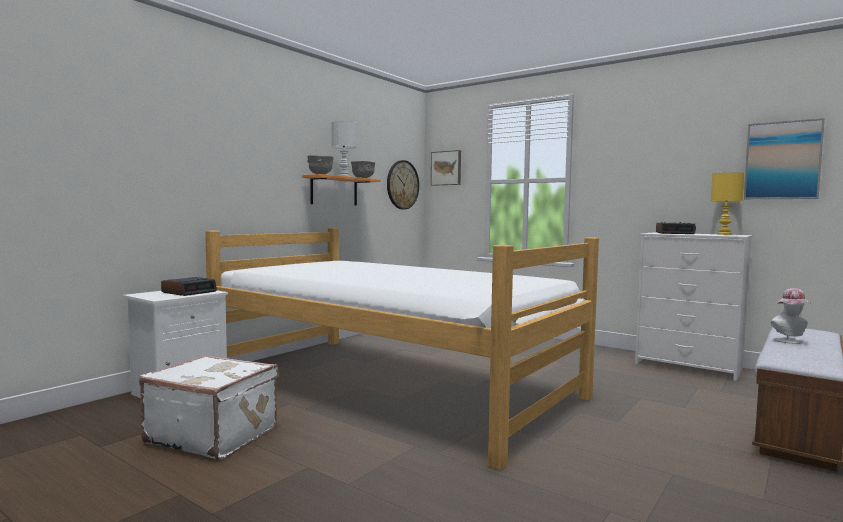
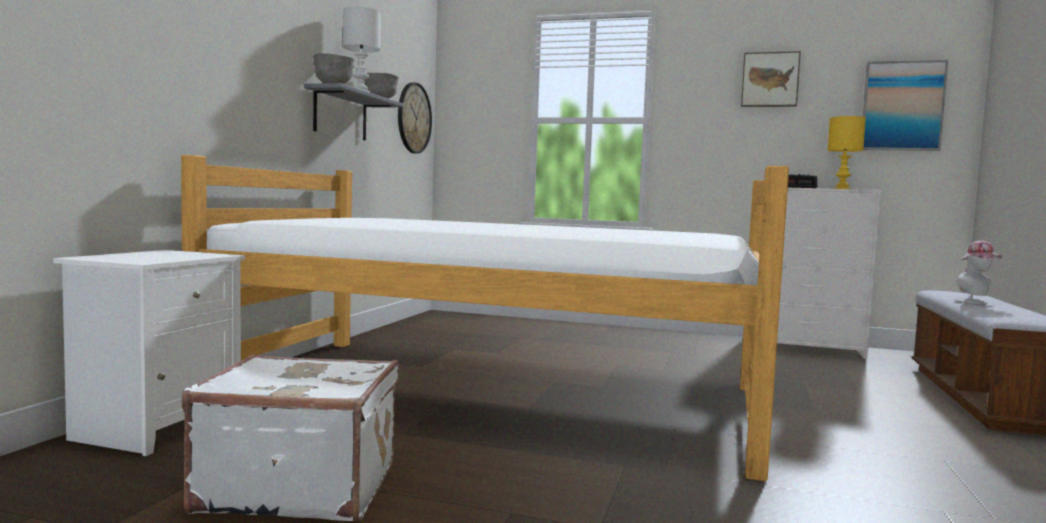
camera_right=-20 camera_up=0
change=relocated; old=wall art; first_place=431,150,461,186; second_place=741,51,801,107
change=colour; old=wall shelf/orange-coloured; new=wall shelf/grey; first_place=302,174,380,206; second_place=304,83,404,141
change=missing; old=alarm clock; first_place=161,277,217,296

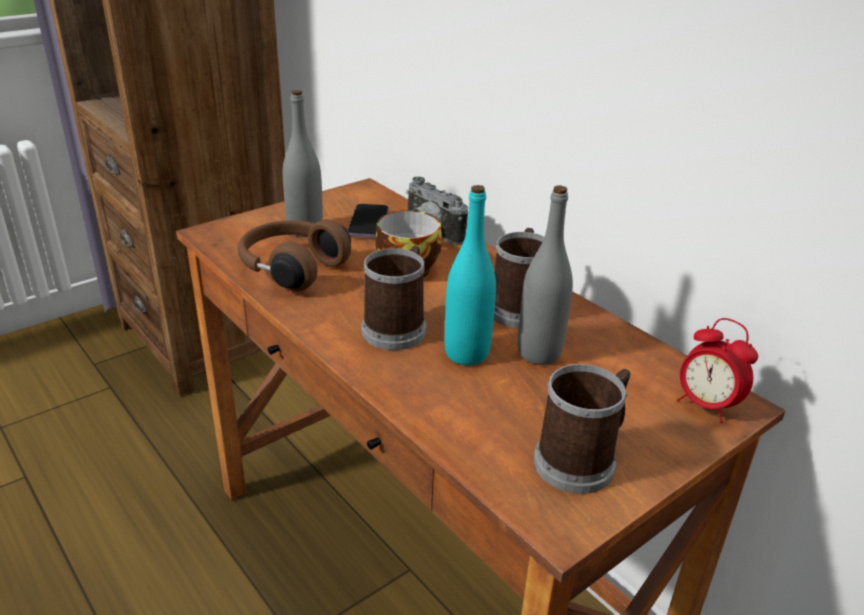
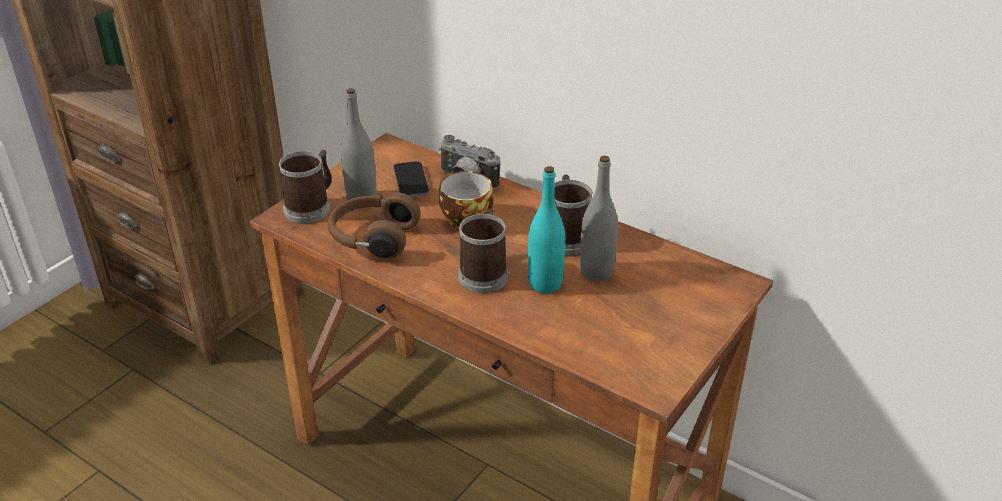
camera_right=-15 camera_up=5
change=missing; old=alarm clock; first_place=677,318,758,423
change=relocated; old=mug; first_place=534,364,630,494; second_place=278,150,332,223

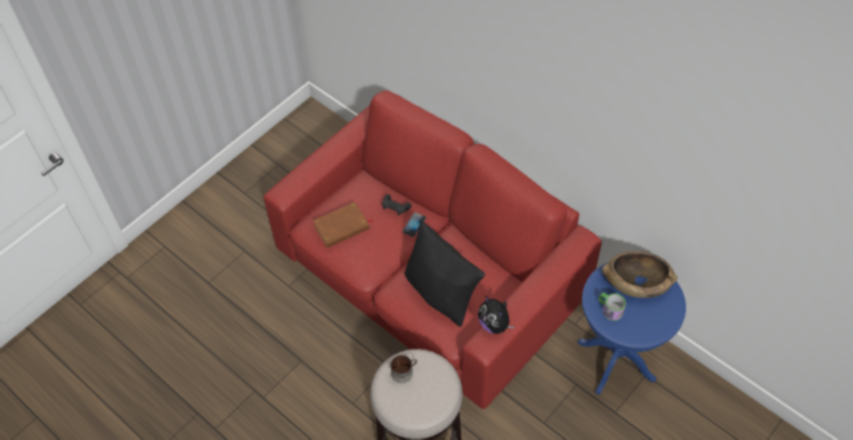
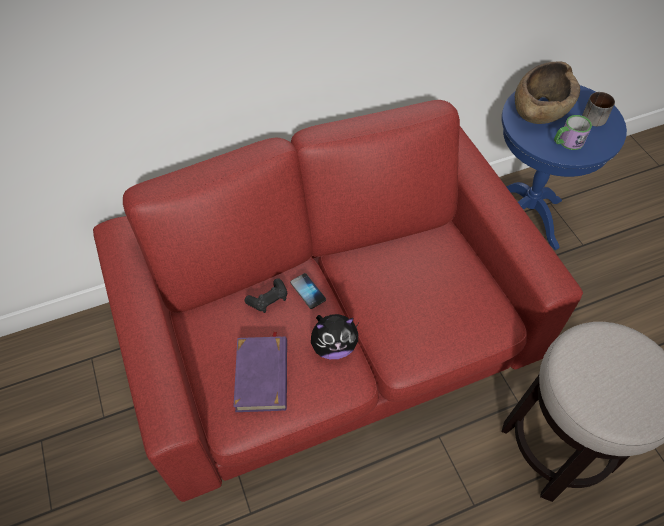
camera_right=-65 camera_up=0
change=colour; old=bound book/brownish; new=bound book/purplish; first_place=313,202,373,248; second_place=233,332,287,412
change=missing; old=throw pillow/black-coloured; first_place=404,221,485,327
change=relocated; old=plush toy; first_place=478,296,515,334; second_place=311,314,358,359
change=relocated; old=mug; first_place=390,355,417,383; second_place=582,92,615,126

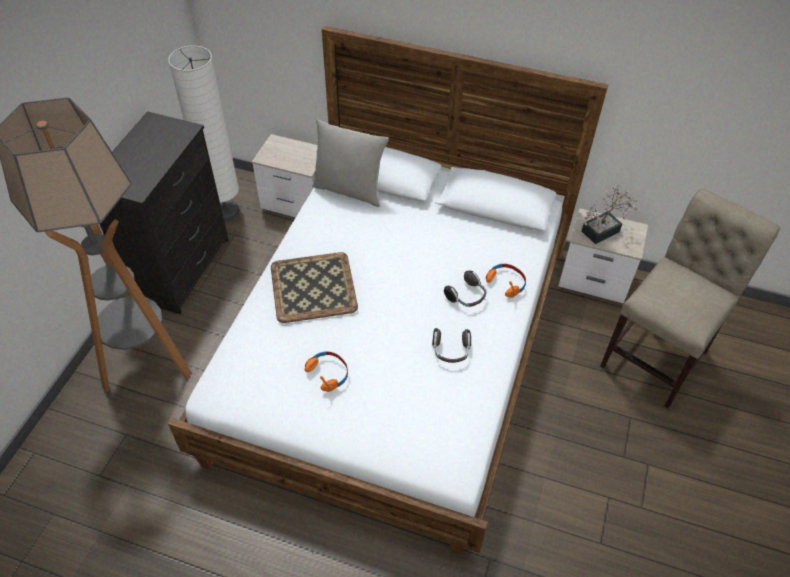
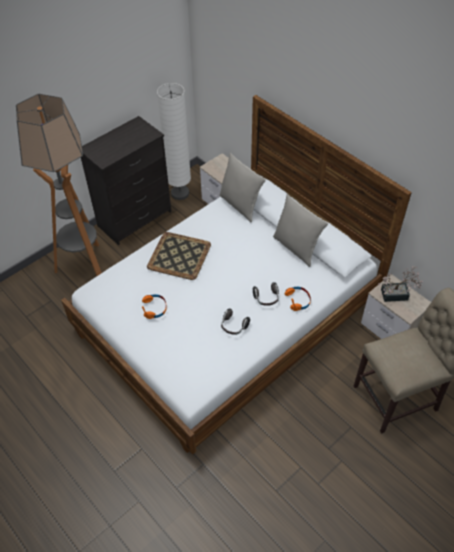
camera_right=30 camera_up=0
change=appeared; new=throw pillow/grey; second_place=273,194,328,267

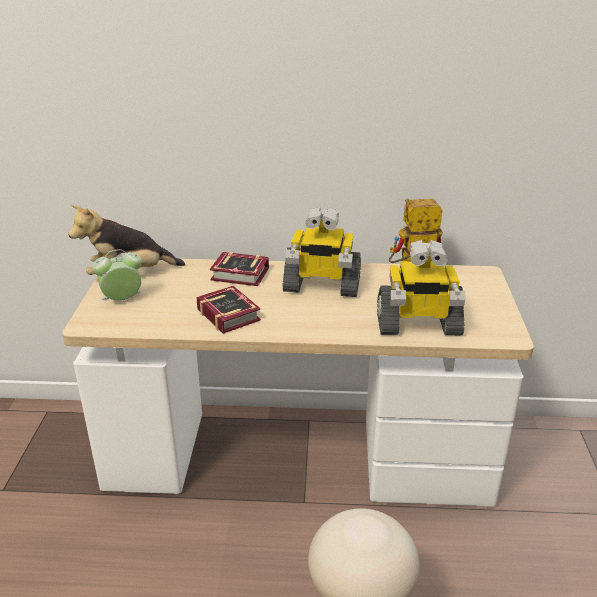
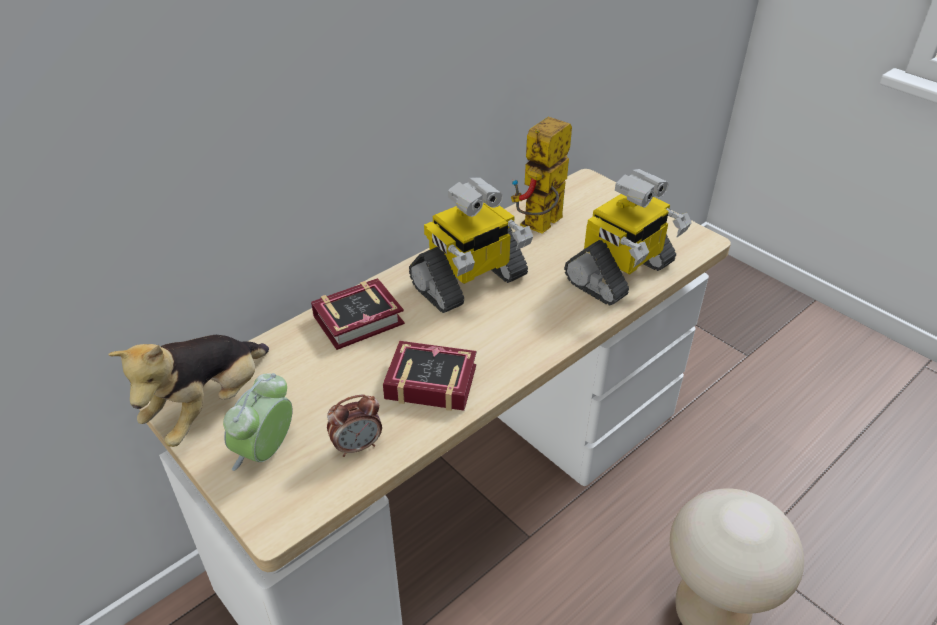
camera_right=-45 camera_up=10
change=appeared; new=alarm clock; second_place=327,394,382,457

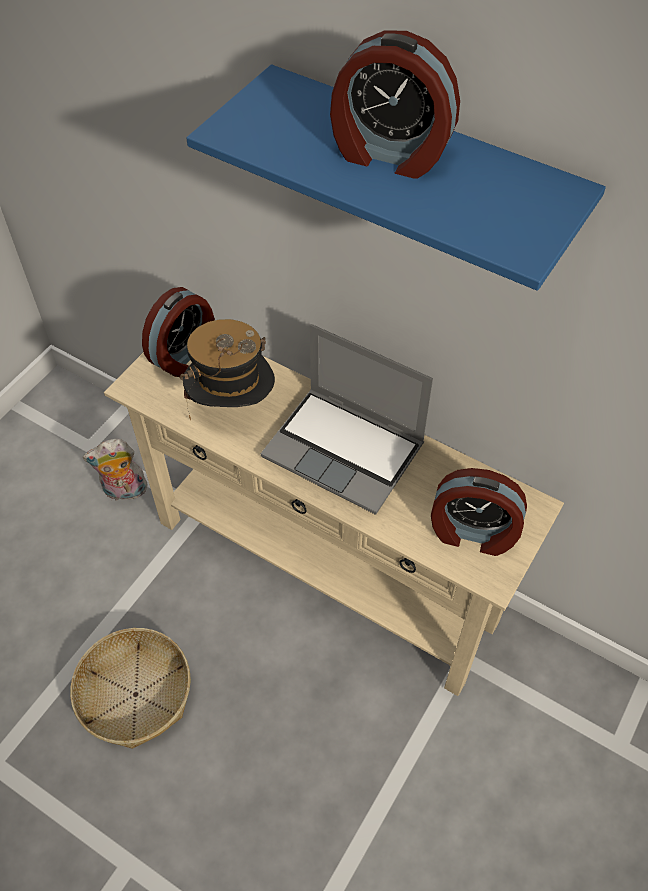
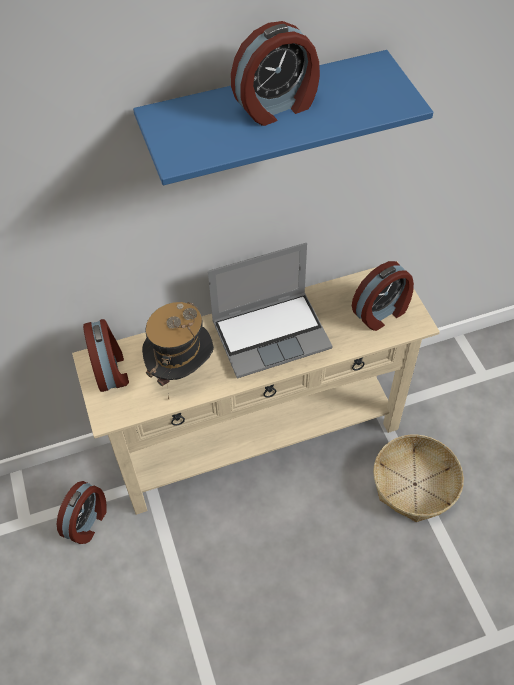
camera_right=-50 camera_up=0
change=exchanged; old=plush toy; new=alarm clock; first_place=82,439,148,503; second_place=57,481,107,544
change=relocated; old=storage basket; first_place=70,628,191,749; second_place=373,435,464,522

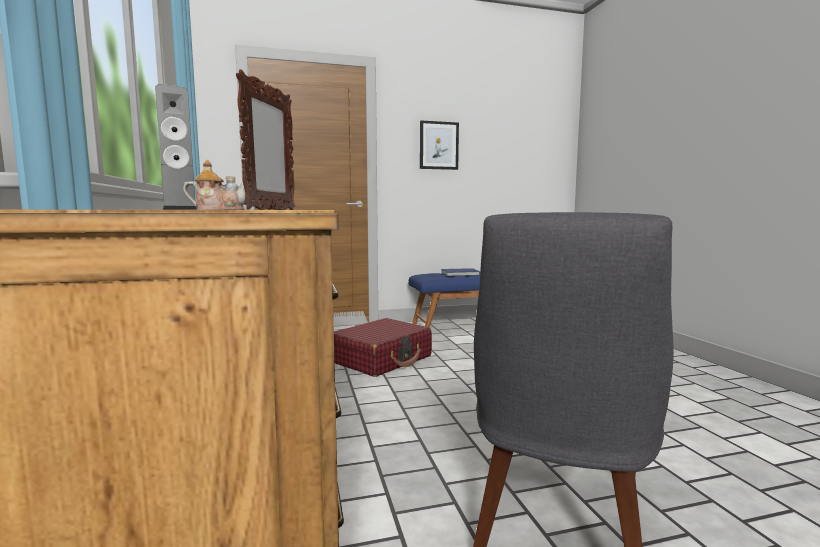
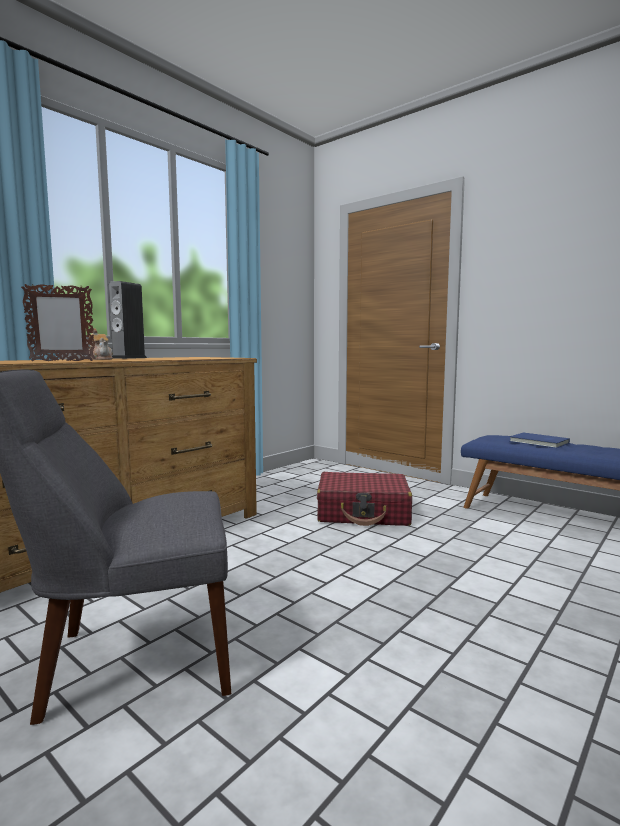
camera_right=55 camera_up=0
change=missing; old=wall art; first_place=420,121,459,170

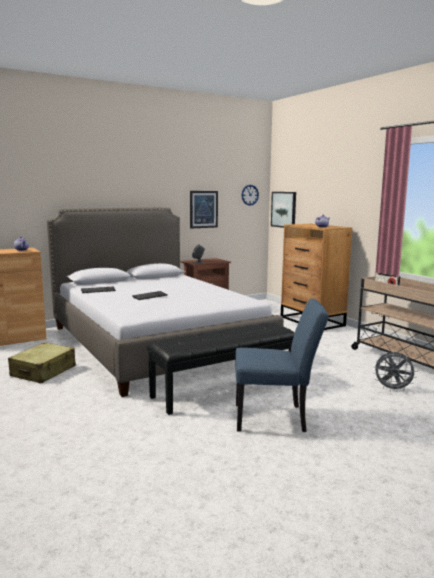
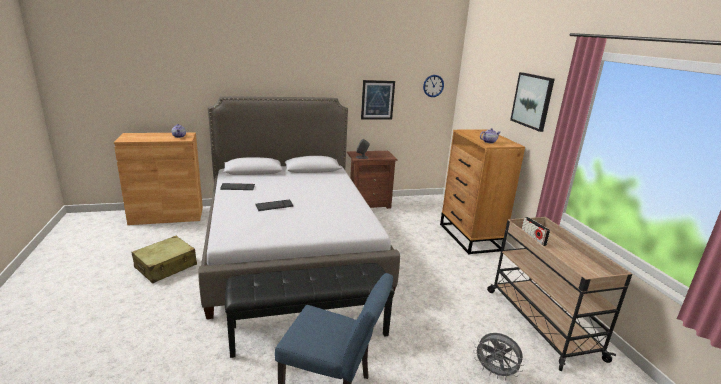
camera_right=15 camera_up=10
change=relocated; old=wall art; first_place=271,192,296,228; second_place=510,72,555,132

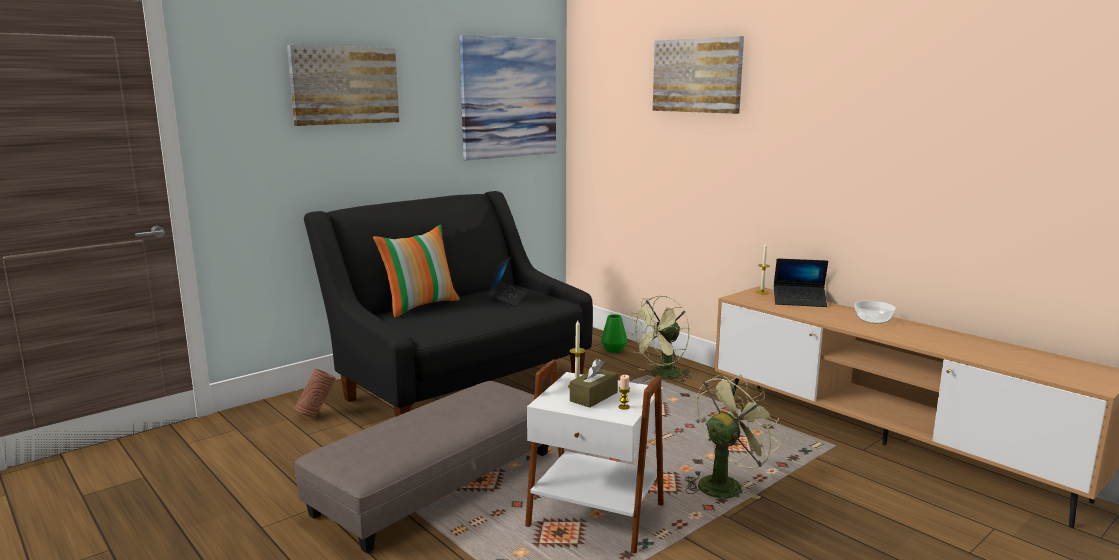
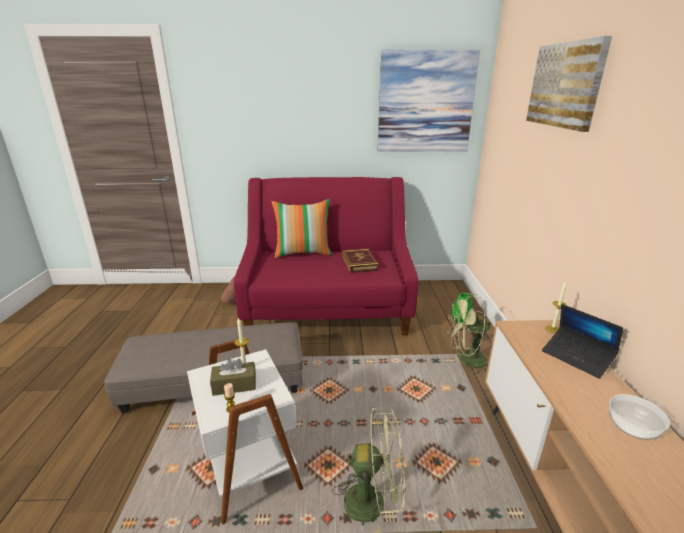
camera_right=40 camera_up=10
change=missing; old=wall art; first_place=287,45,399,126
change=colour; old=sofa/black-coloured; new=sofa/red; first_place=304,191,593,417; second_place=234,177,418,335
change=exchanged; old=laptop; new=bound book; first_place=487,257,527,306; second_place=343,249,379,273

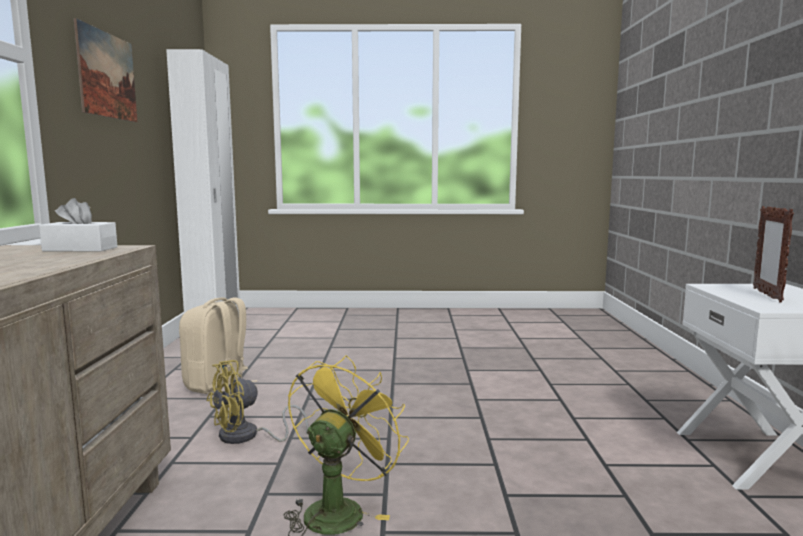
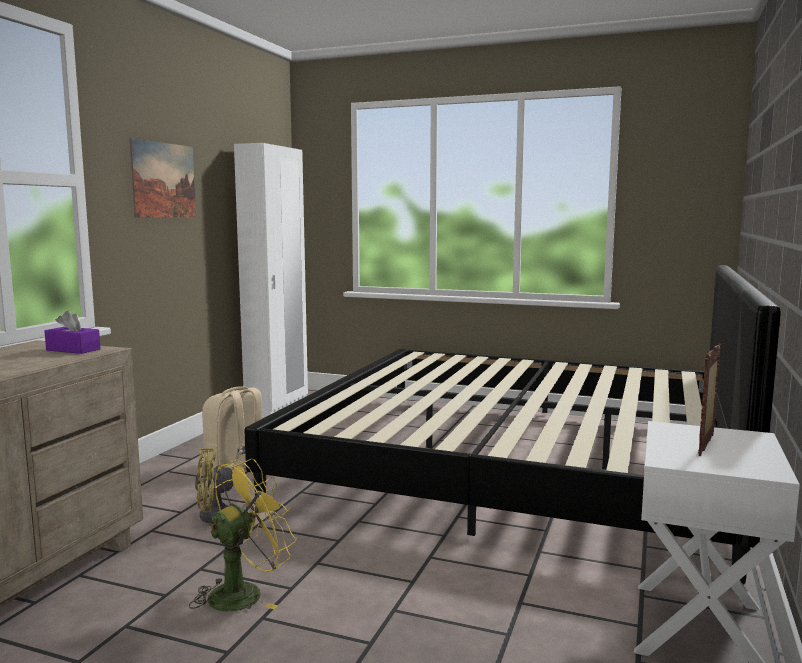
camera_right=20 camera_up=0
change=colour; old=tissue box/white-coloured; new=tissue box/purplish; first_place=39,198,118,252; second_place=44,310,101,354
change=appeared; new=bedroom bed; second_place=244,265,781,584

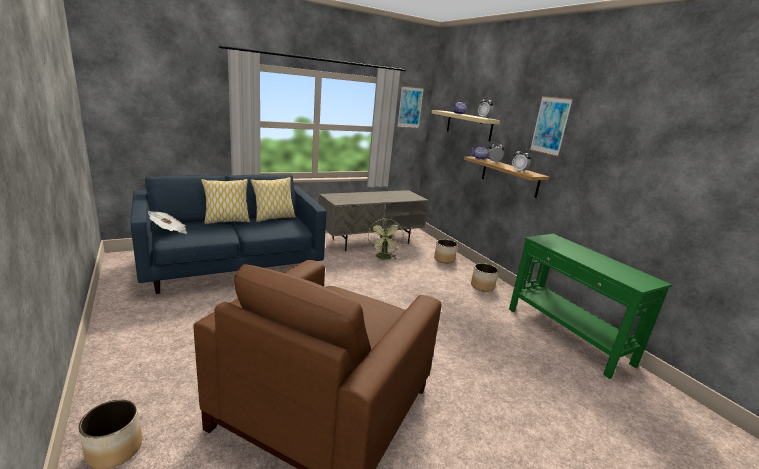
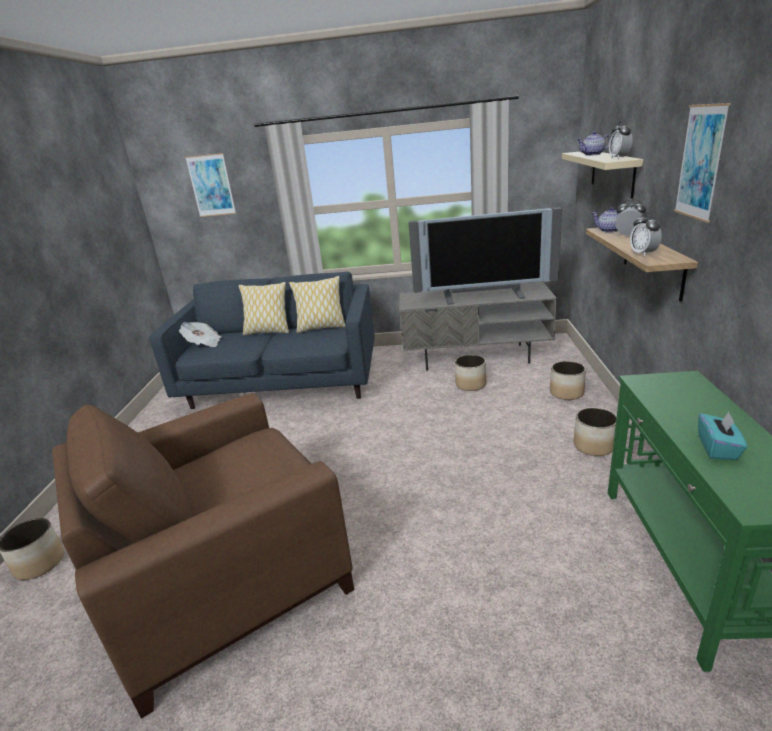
camera_right=35 camera_up=5
change=relocated; old=wall art; first_place=397,86,424,128; second_place=185,153,236,217
change=exchanged; old=electric fan/green-coloured; new=plant pot; first_place=368,218,404,260; second_place=455,355,486,391
change=appeared; new=TV; second_place=409,207,562,305
change=appeared; new=tissue box/blue-green; second_place=698,412,747,460

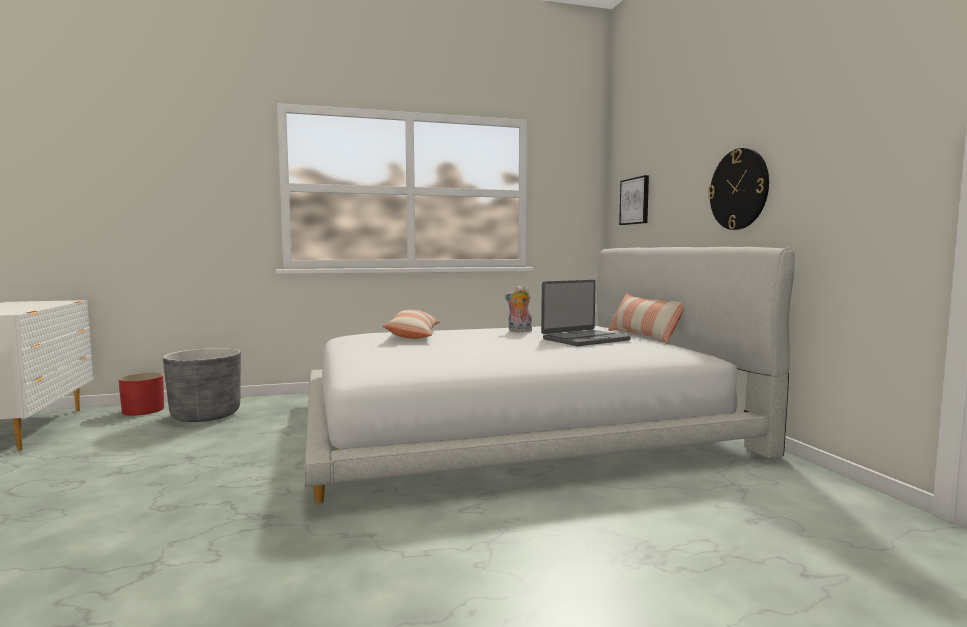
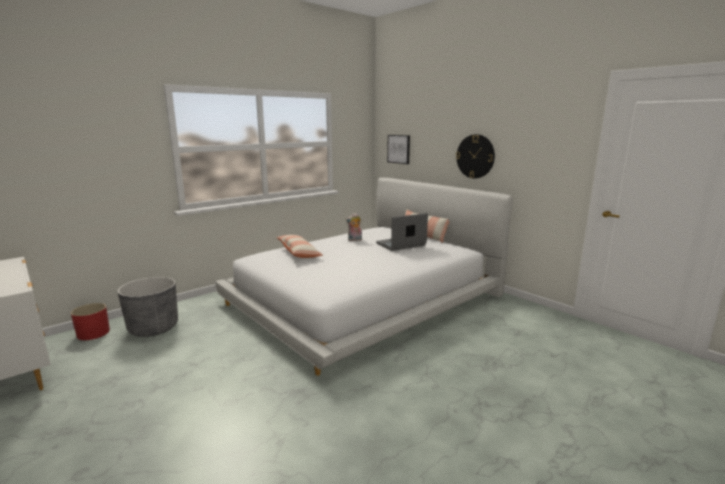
camera_right=-25 camera_up=10
change=spun; old=laptop; first_place=541,280,631,346; second_place=376,213,428,251; degrees=-150

